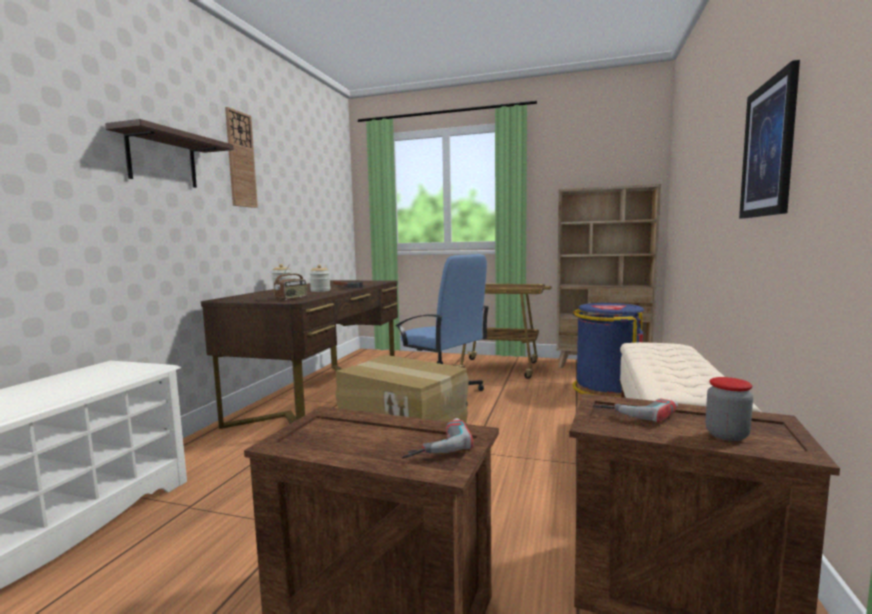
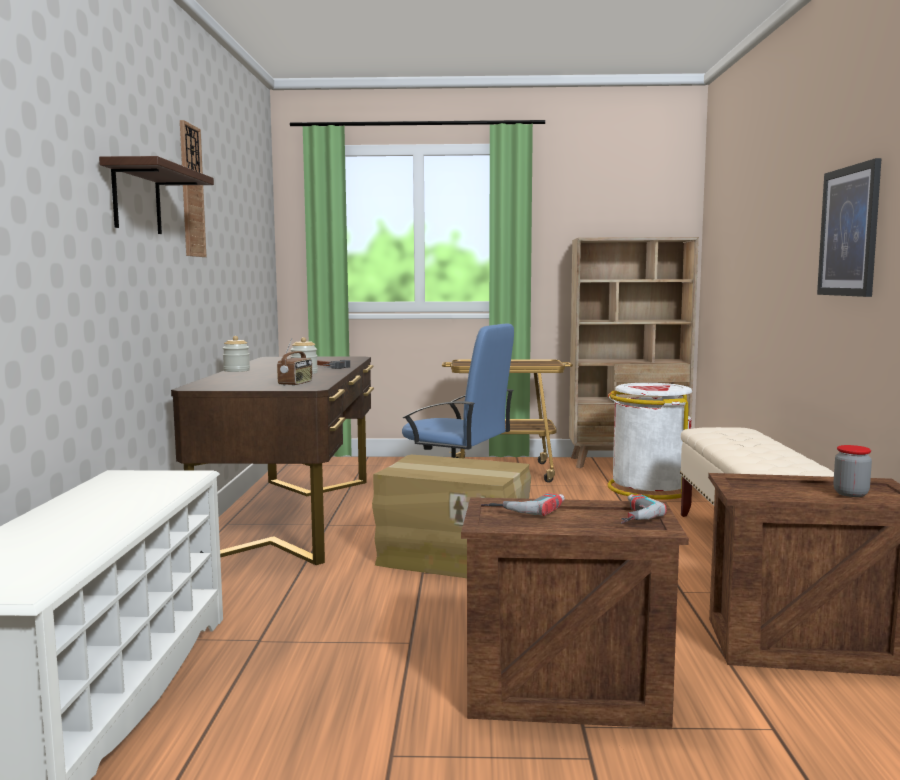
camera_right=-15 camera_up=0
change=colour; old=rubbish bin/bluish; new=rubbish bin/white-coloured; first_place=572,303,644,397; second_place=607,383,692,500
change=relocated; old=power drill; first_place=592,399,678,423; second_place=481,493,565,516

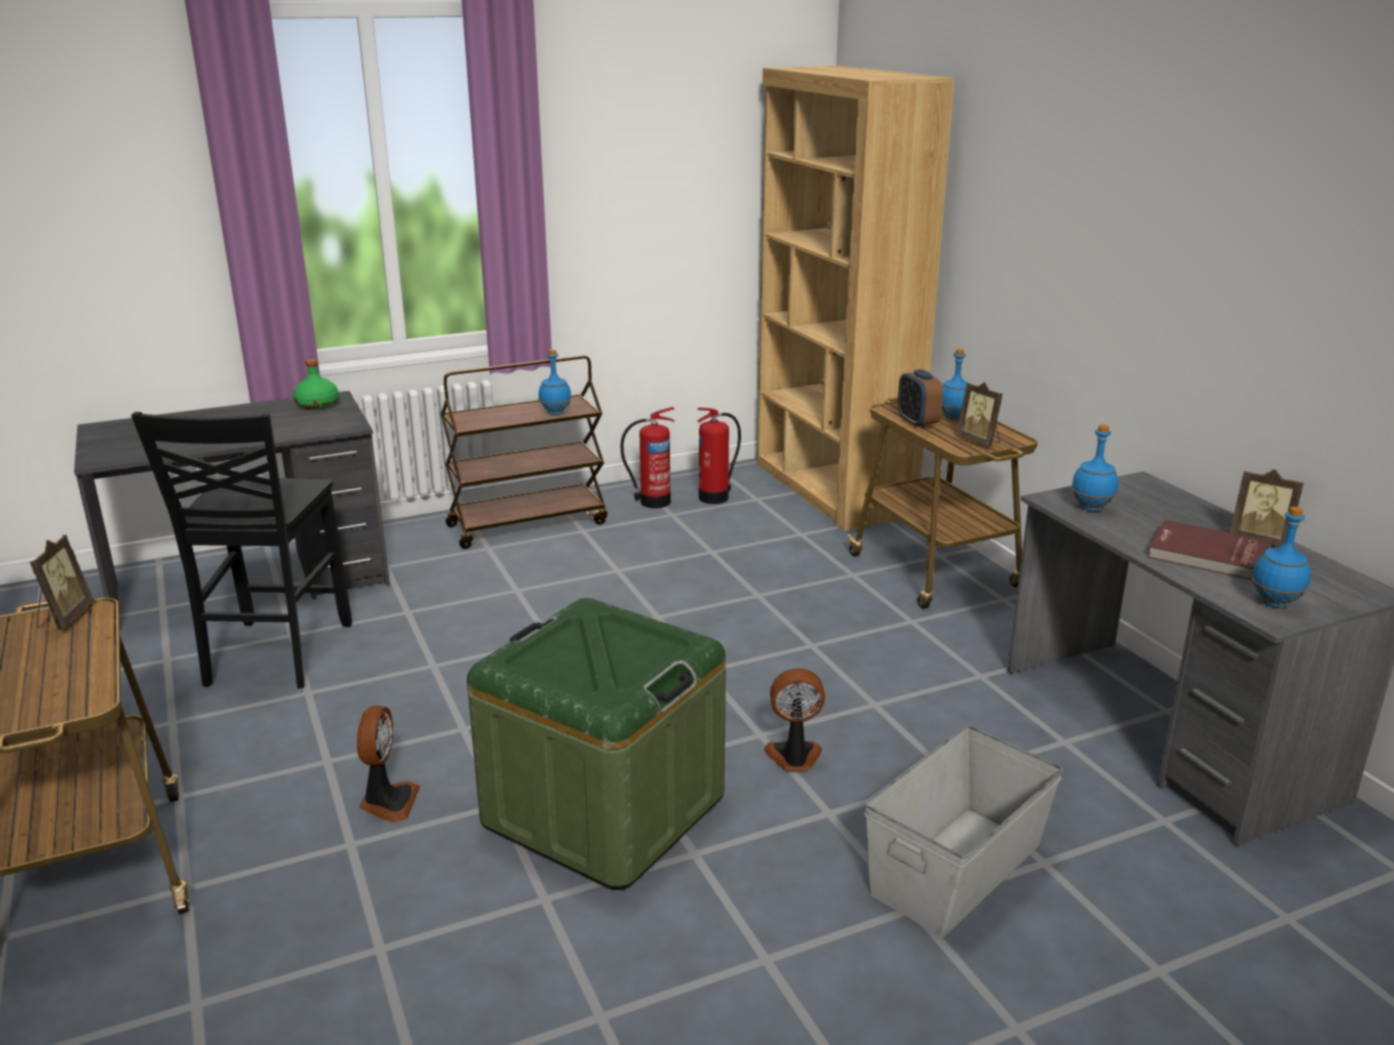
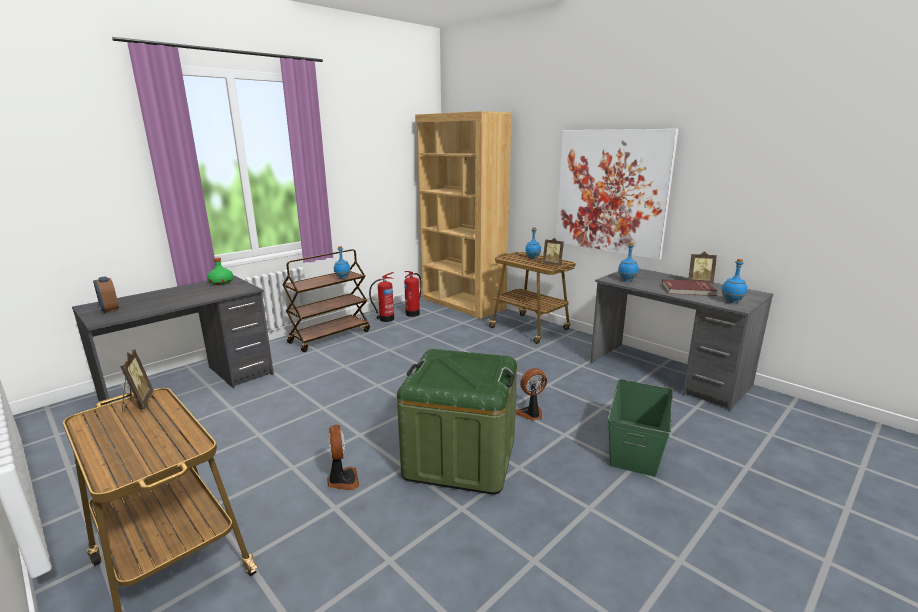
camera_right=-20 camera_up=-5
change=relocated; old=alarm clock; first_place=898,369,943,428; second_place=93,277,119,313
change=missing; old=plain chair/black-coloured; first_place=131,412,352,689
change=colour; old=storage container/grey; new=storage container/green-coloured; first_place=864,725,1063,937; second_place=608,379,673,477
change=appeared; new=wall art; second_place=556,129,679,260

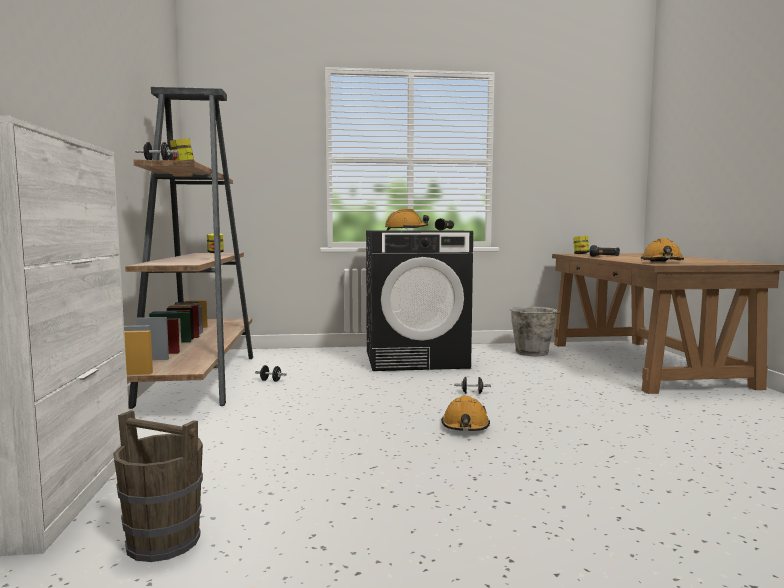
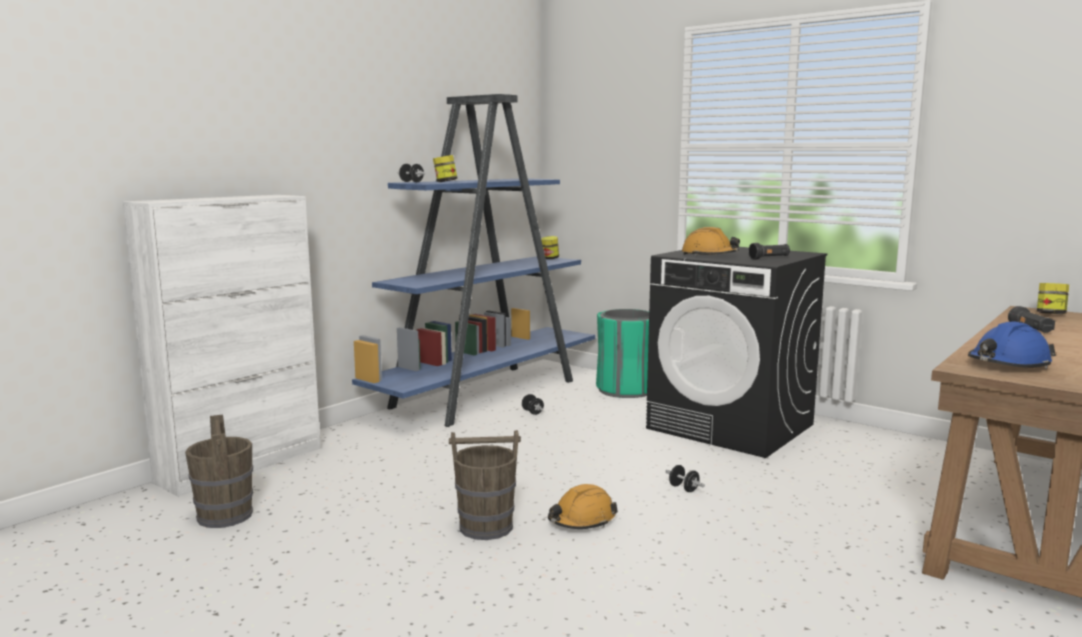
camera_right=45 camera_up=5
change=colour; old=bookcase/brownish; new=bookcase/bluish; first_place=124,87,253,409; second_place=352,94,595,427
change=colour; old=work helmet/orange-coloured; new=work helmet/bluish; first_place=641,238,684,262; second_place=968,321,1056,369
change=missing; old=water bucket/grey; first_place=510,306,561,356
change=appeared; new=rubbish bin/green-coloured; second_place=596,309,649,398
change=appeared; new=water bucket/brownish; second_place=449,430,521,540

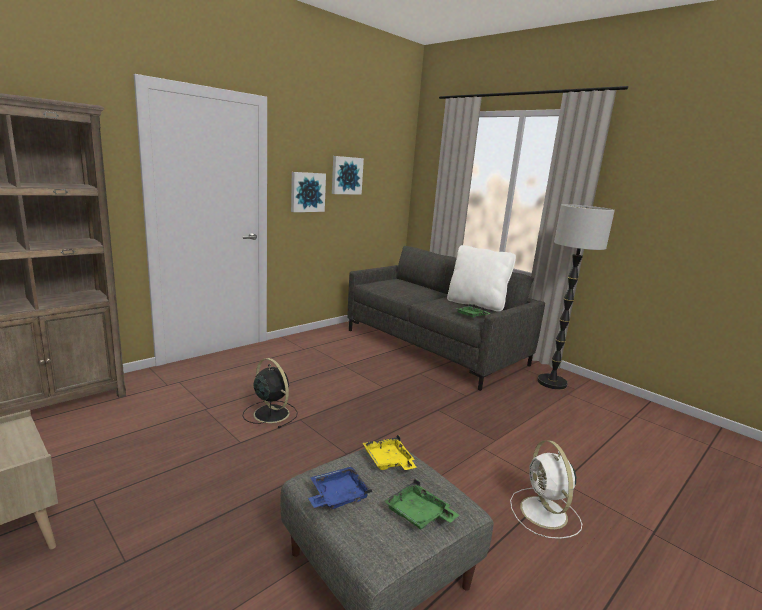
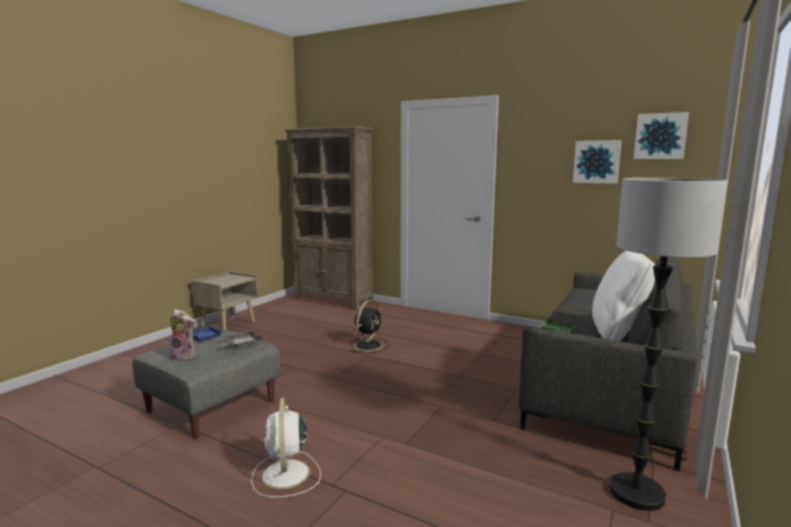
camera_right=75 camera_up=-5
change=relocated; old=wall art; first_place=291,172,326,212; second_place=634,112,689,159
change=colour; old=serving tray/yellowish; new=serving tray/grey; first_place=363,435,417,470; second_place=221,331,263,348
change=spun; old=electric fan/white-coloured; first_place=510,440,582,539; second_place=251,397,321,498; degrees=-75
change=exchanged; old=serving tray/green-coloured; new=plush toy; first_place=384,478,459,530; second_place=170,309,195,361

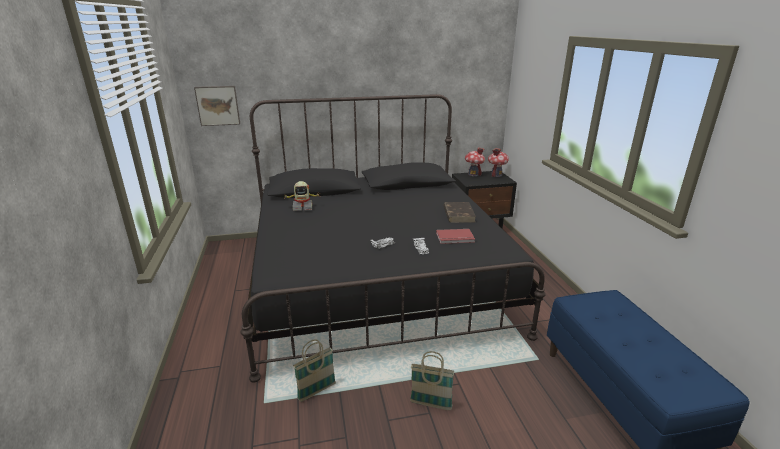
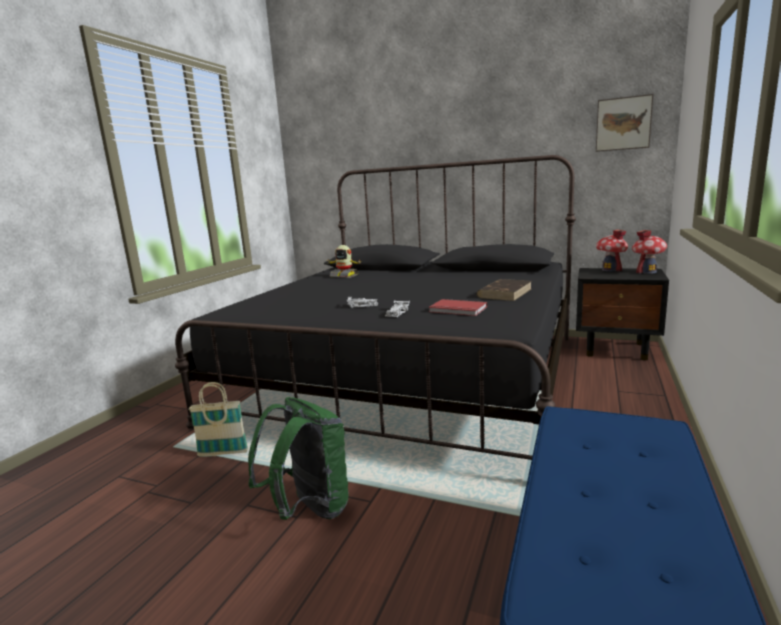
camera_right=35 camera_up=-10
change=relocated; old=wall art; first_place=194,86,240,126; second_place=596,94,654,152
change=exchanged; old=storage basket; new=backpack/green-coloured; first_place=410,351,454,410; second_place=248,397,349,520

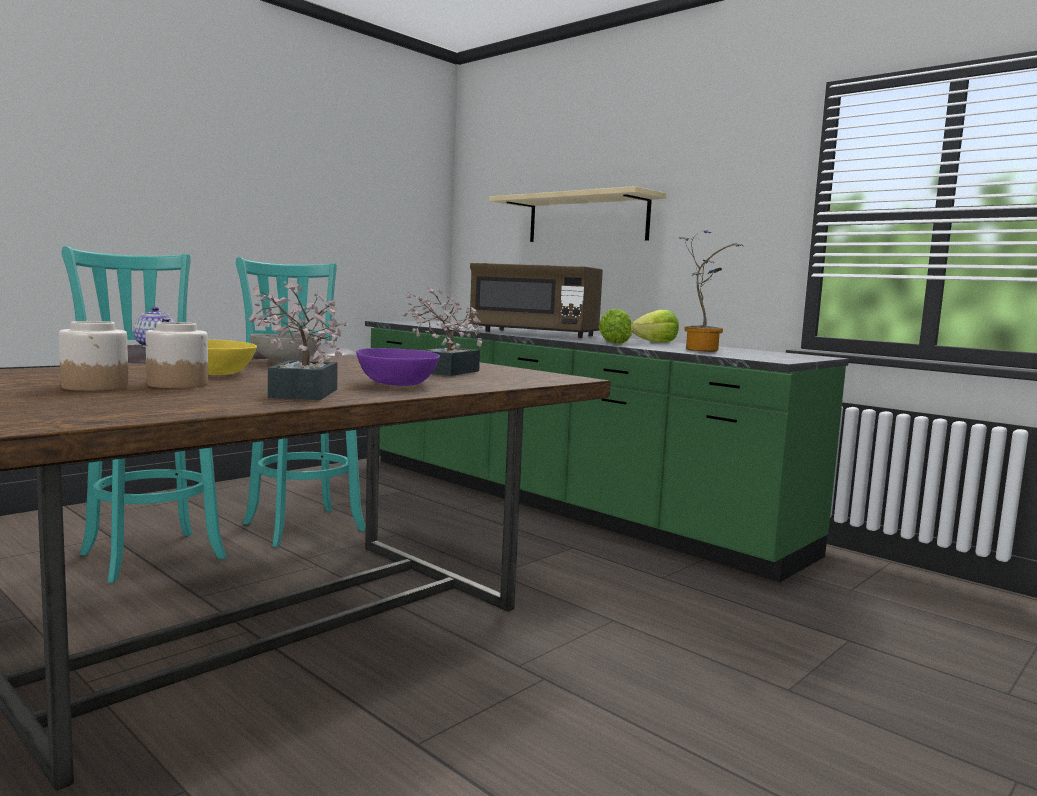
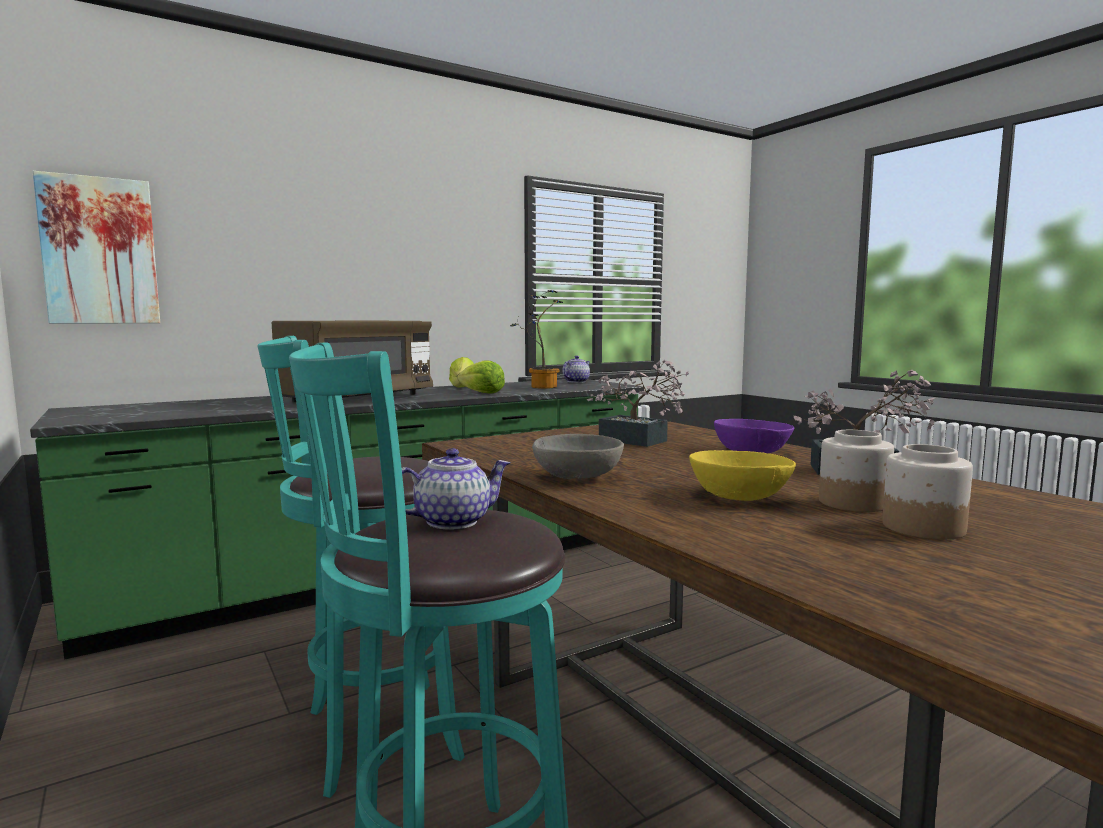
camera_right=-75 camera_up=0
change=missing; old=wall shelf/sand-coloured; first_place=489,186,666,242
change=appeared; new=wall art; second_place=33,171,160,324
change=appeared; new=pot for tea; second_place=562,356,590,383

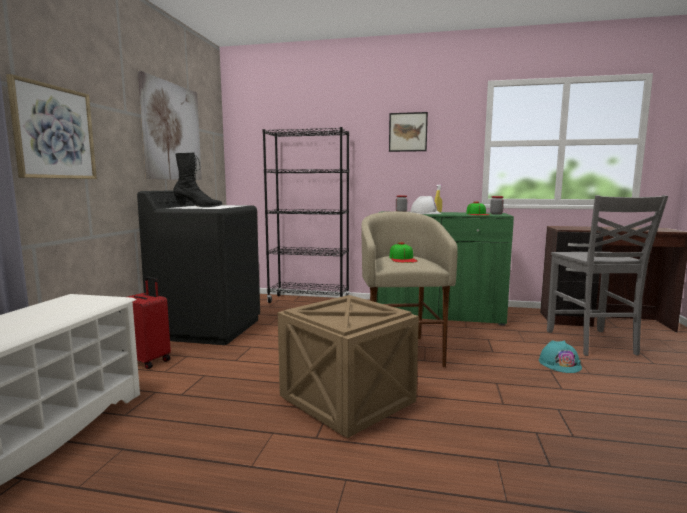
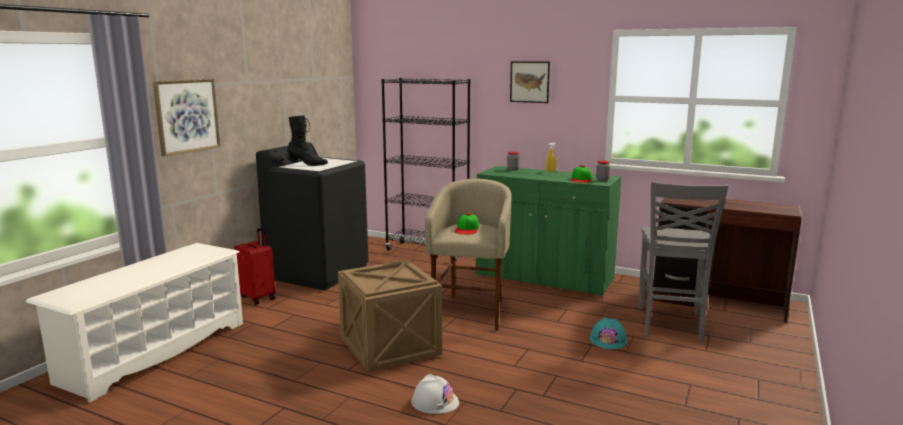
camera_right=15 camera_up=5
change=missing; old=wall art; first_place=138,71,202,180
change=relocated; old=work helmet/white-coloured; first_place=411,196,441,214; second_place=411,374,459,414

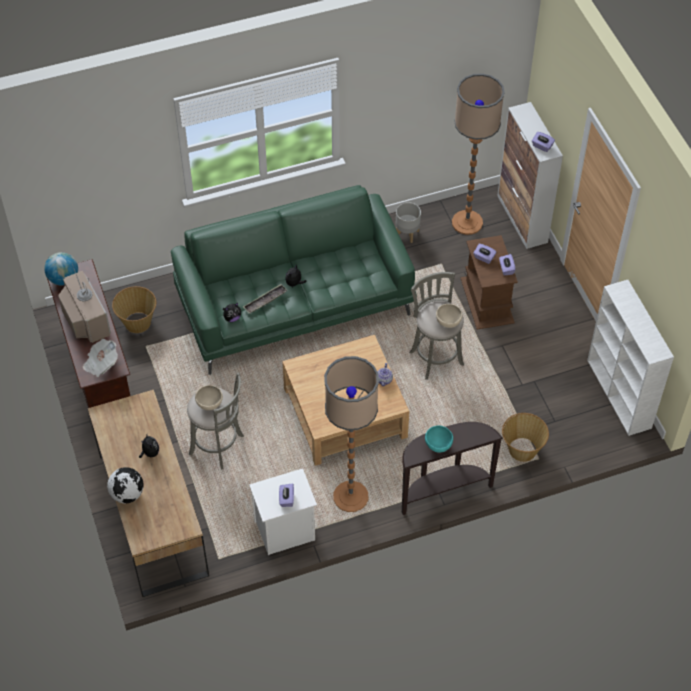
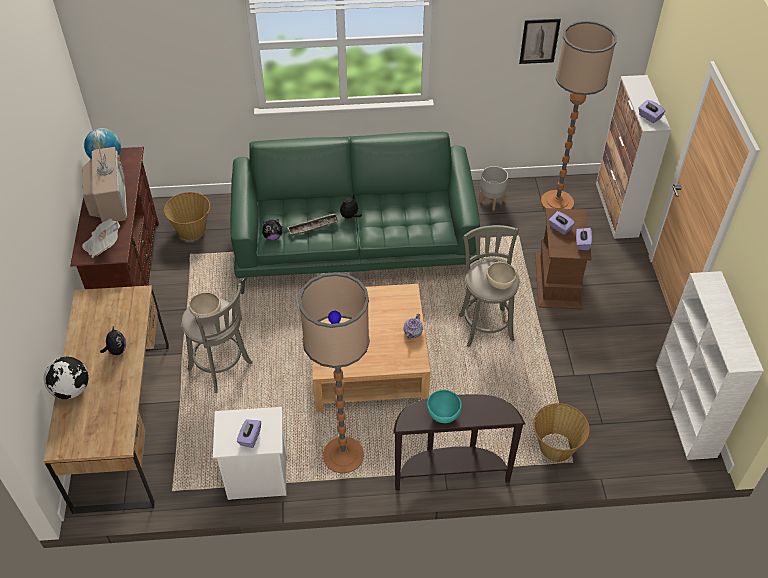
camera_right=15 camera_up=-5
change=appeared; new=wall art; second_place=519,19,561,64

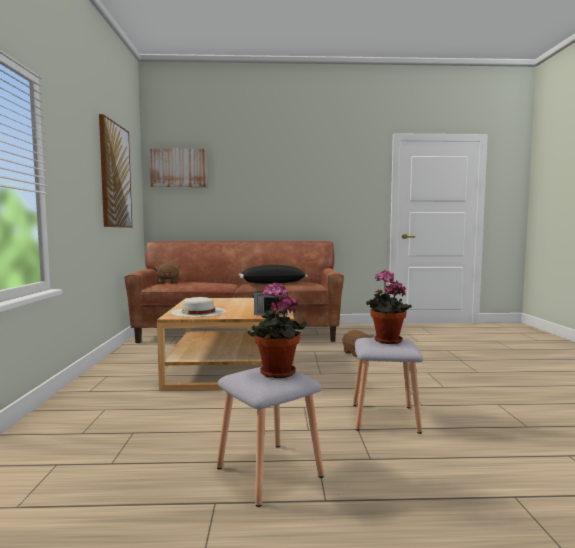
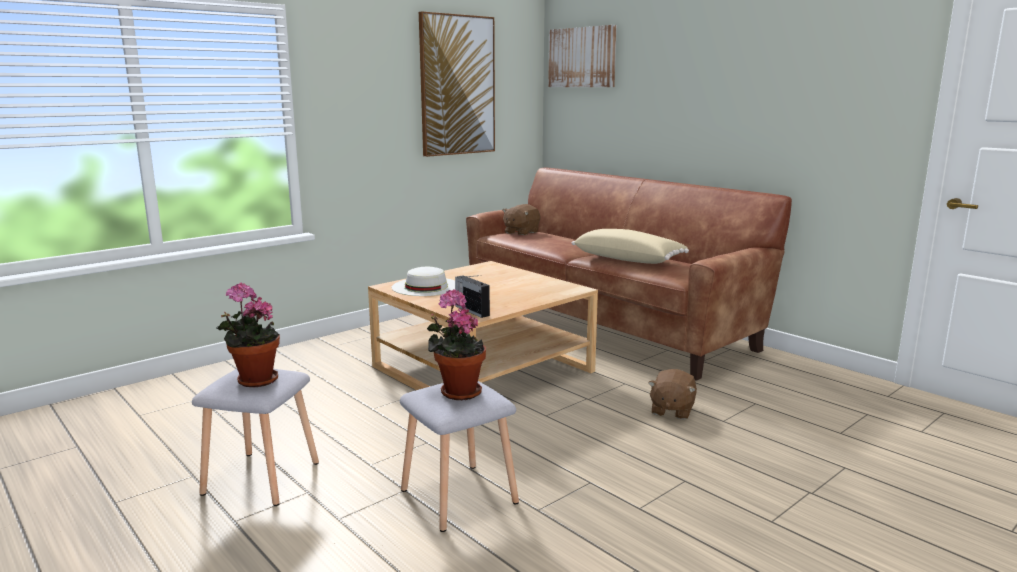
camera_right=50 camera_up=10
change=colour; old=throw pillow/black-coloured; new=throw pillow/sand-coloured; first_place=239,265,308,284; second_place=572,229,689,264

